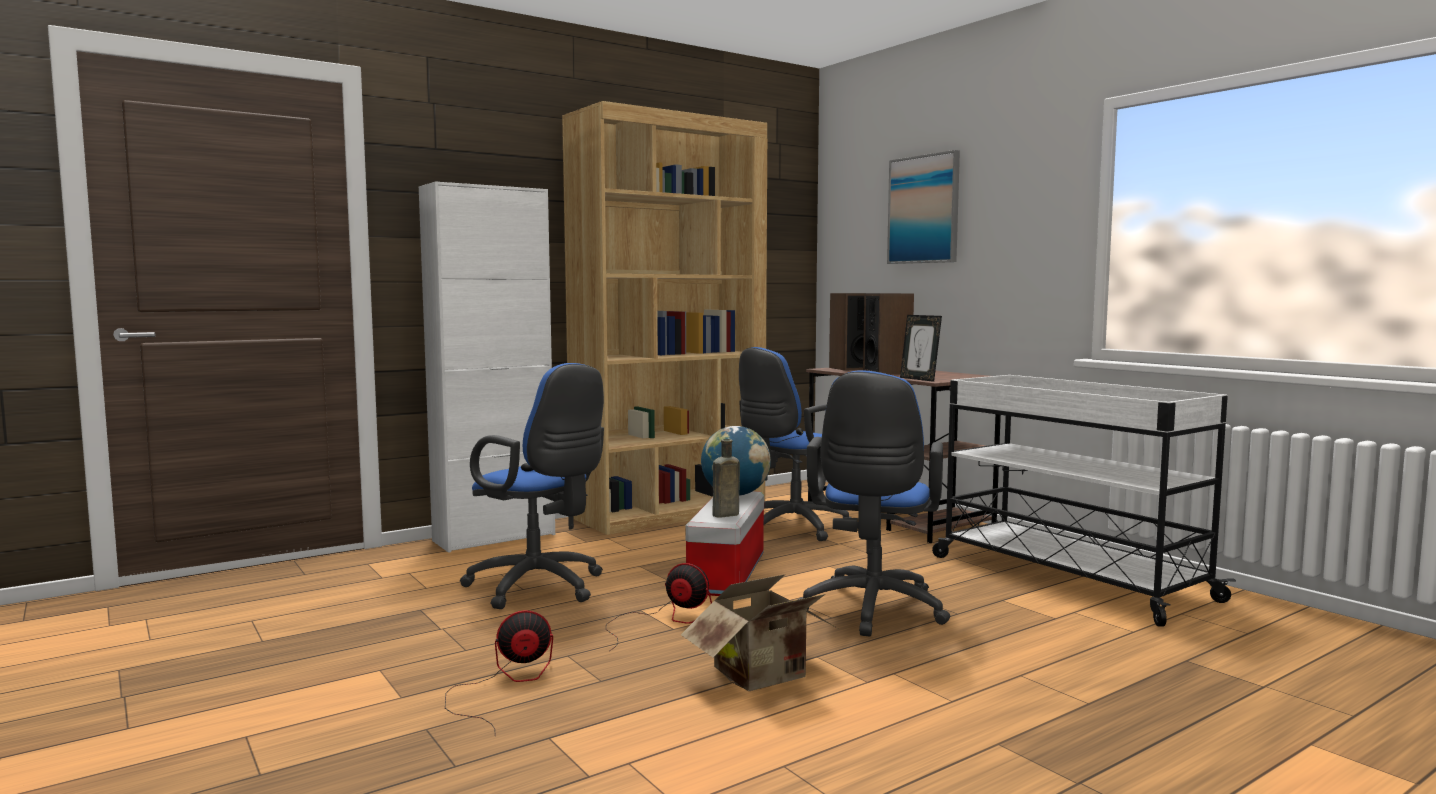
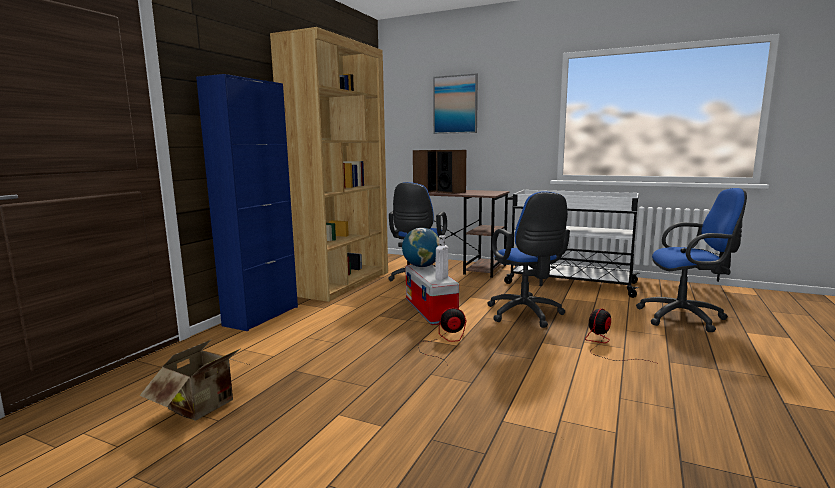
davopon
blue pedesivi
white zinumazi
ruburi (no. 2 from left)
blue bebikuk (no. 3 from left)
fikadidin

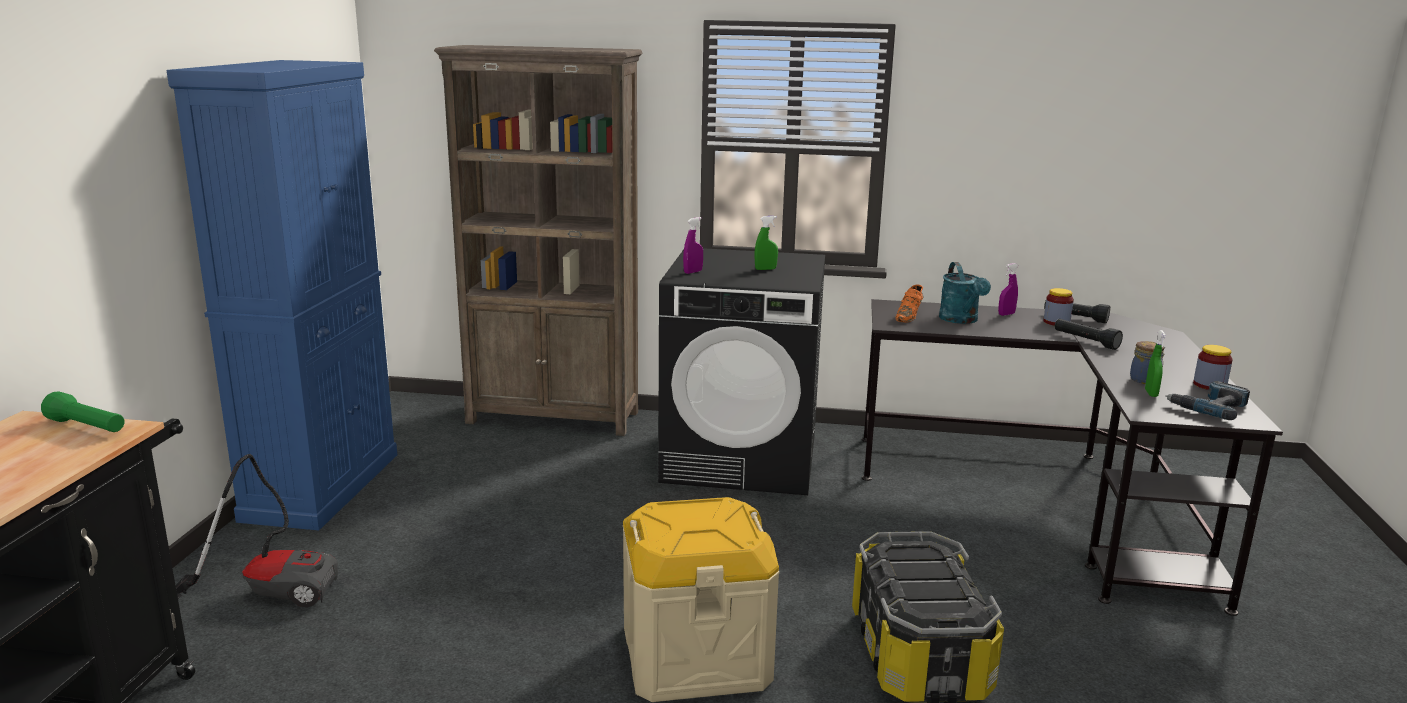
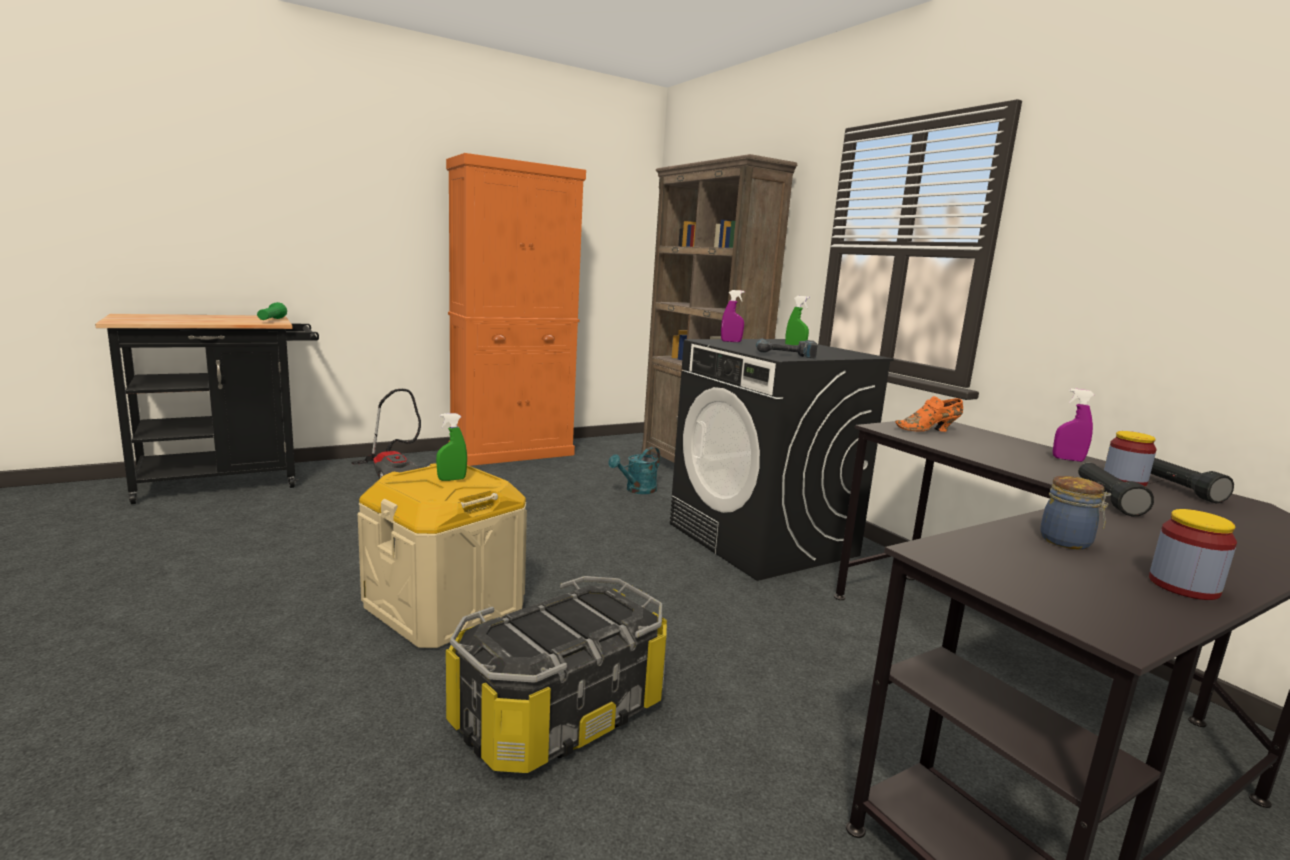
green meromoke (no. 1 from left)
orange pedesivi
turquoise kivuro
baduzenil

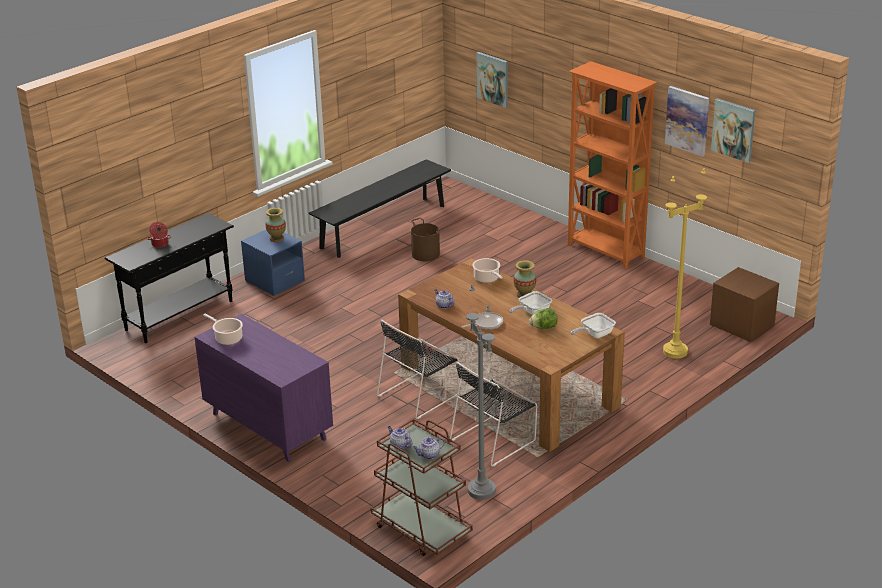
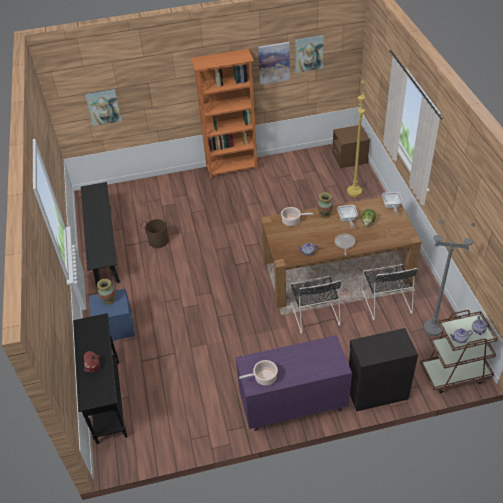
black pedesivi

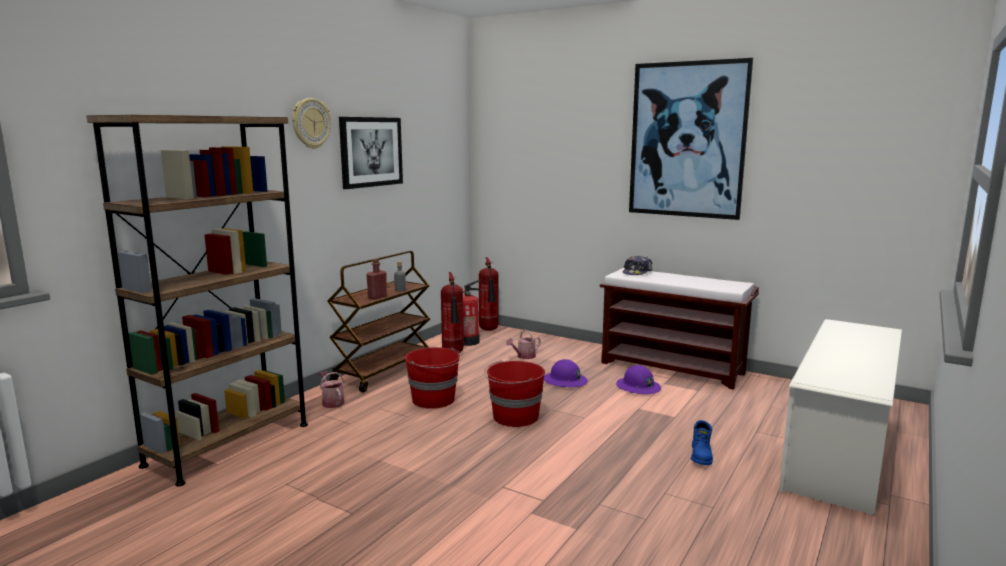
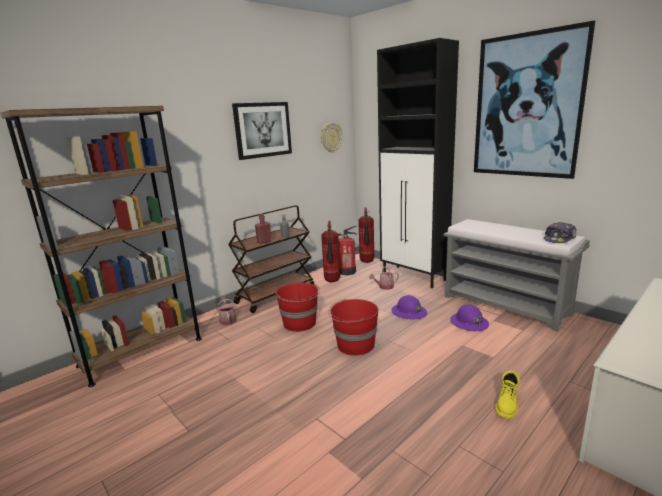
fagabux
black pedesivi
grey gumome
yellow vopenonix
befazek

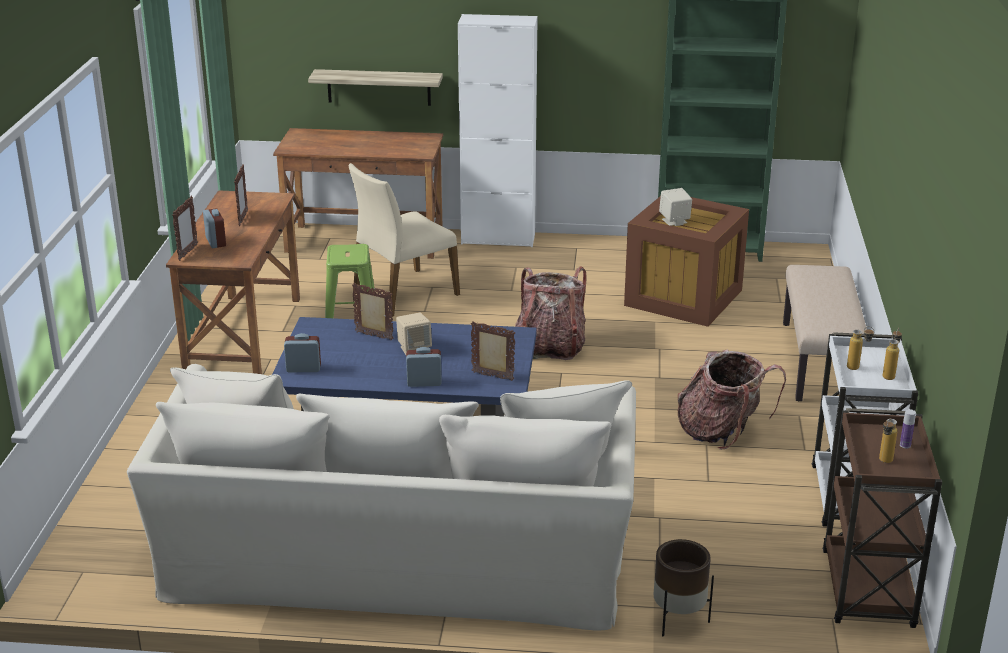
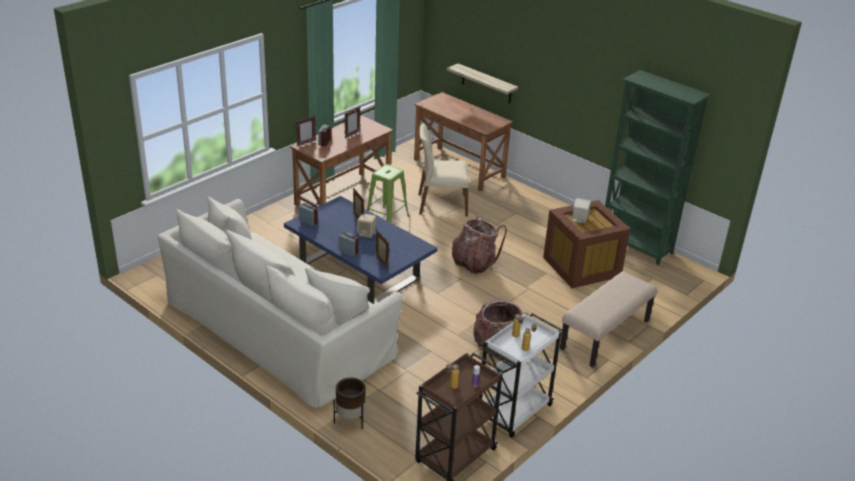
white pedesivi

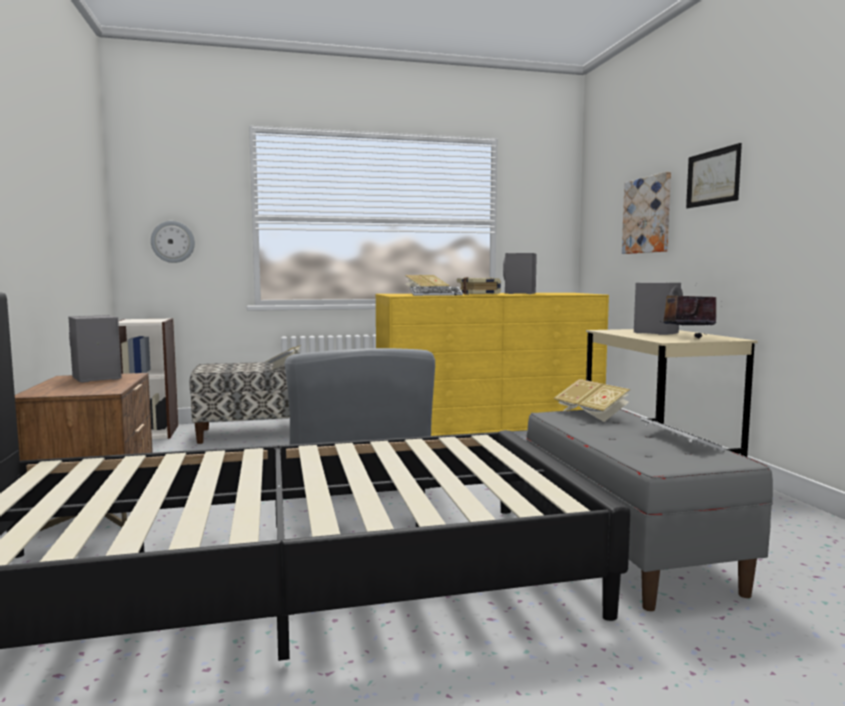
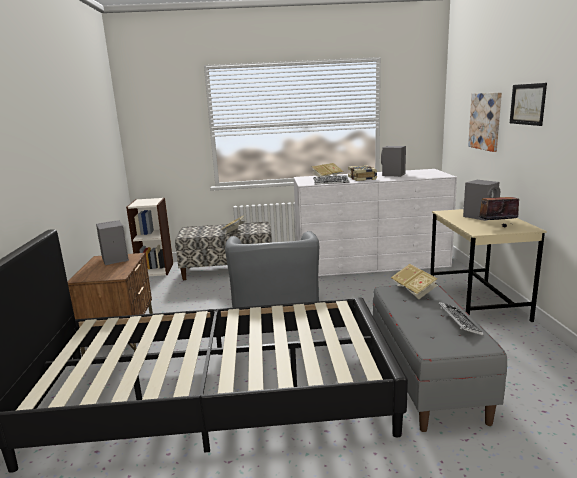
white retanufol
fagabux

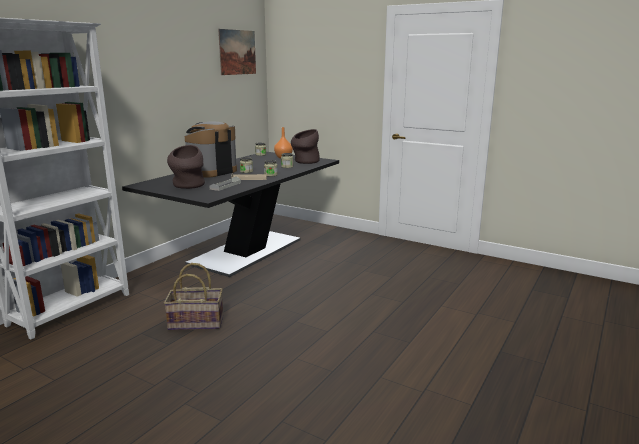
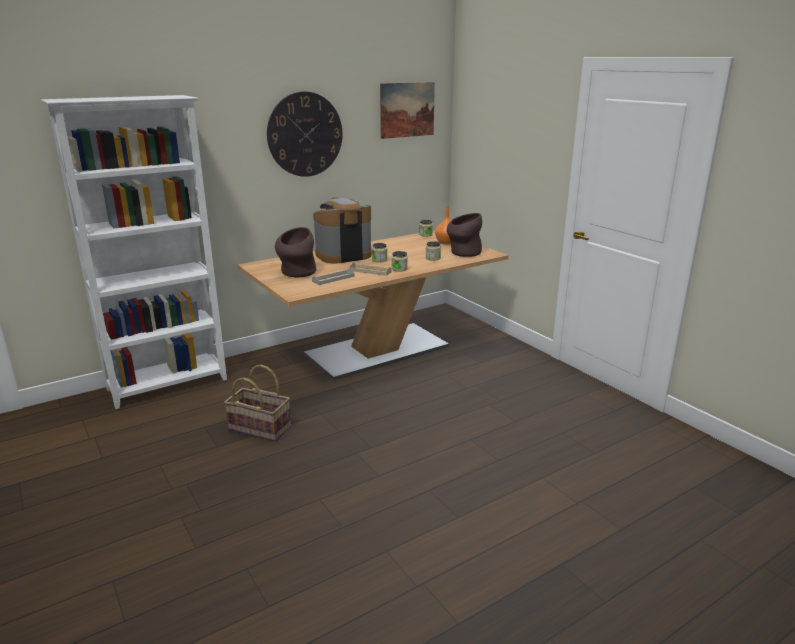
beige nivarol
fagabux

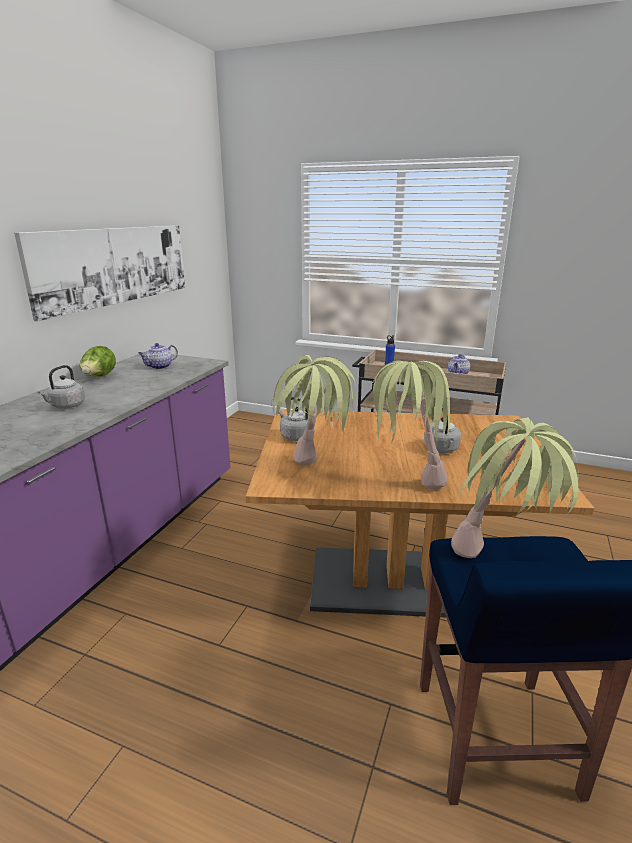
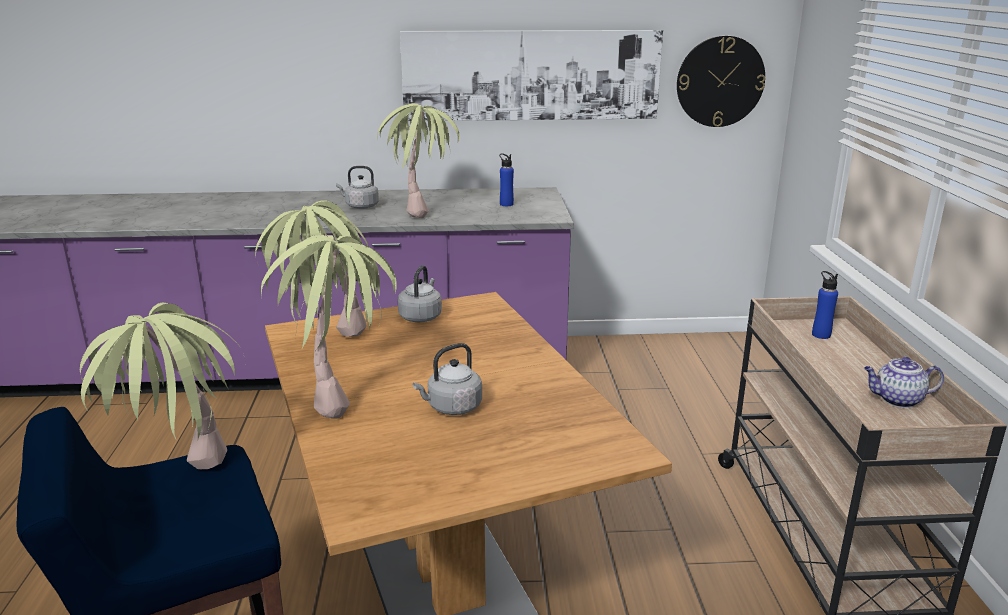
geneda (no. 4 from left)
blue zinumazi (no. 1 from left)
fagabux
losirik

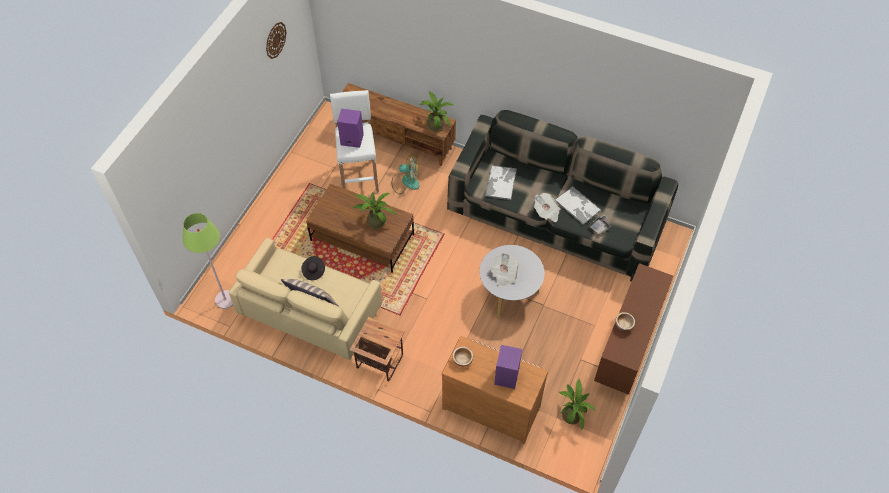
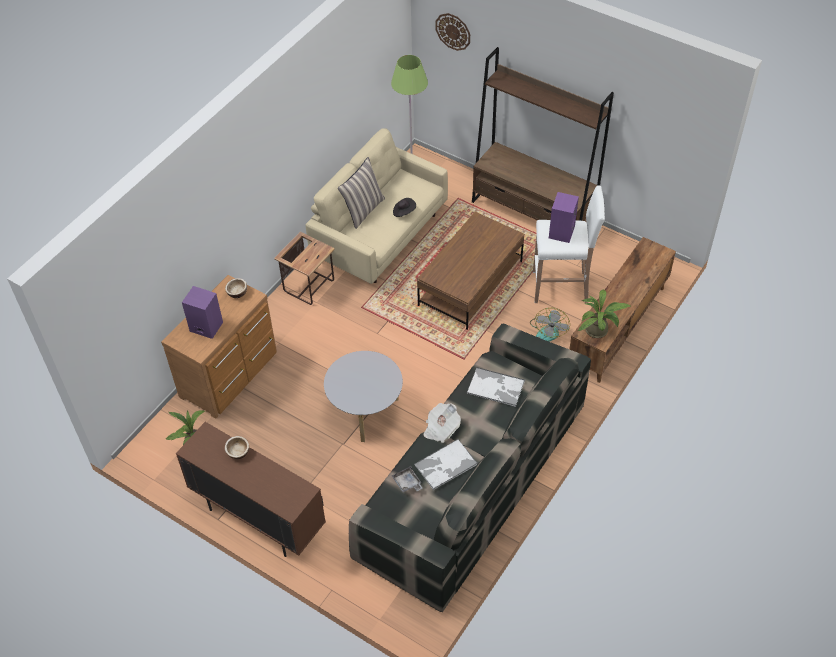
fagabux
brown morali
geneda (no. 1 from left in the first image)
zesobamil (no. 1 from left in the first image)

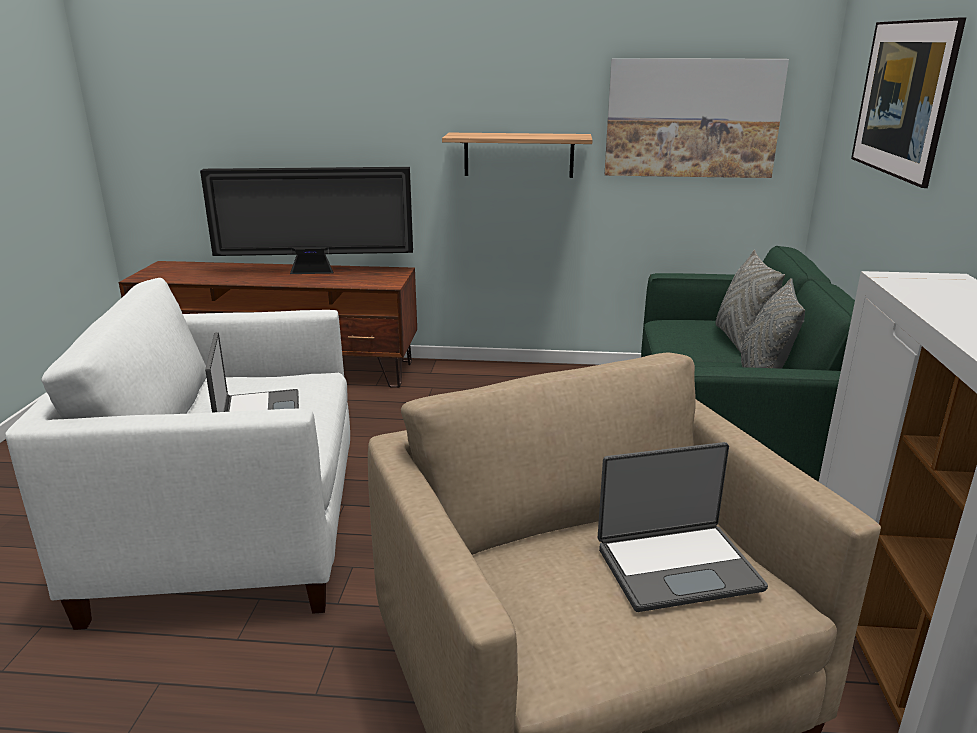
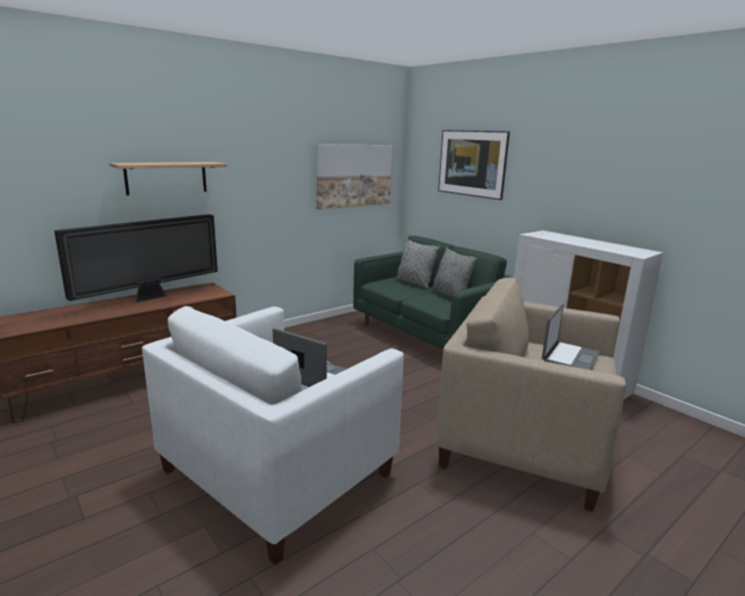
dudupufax

